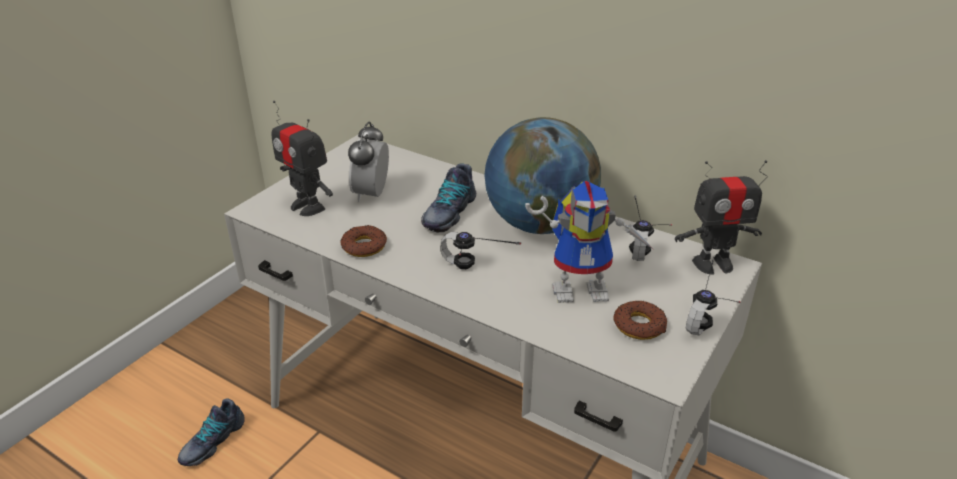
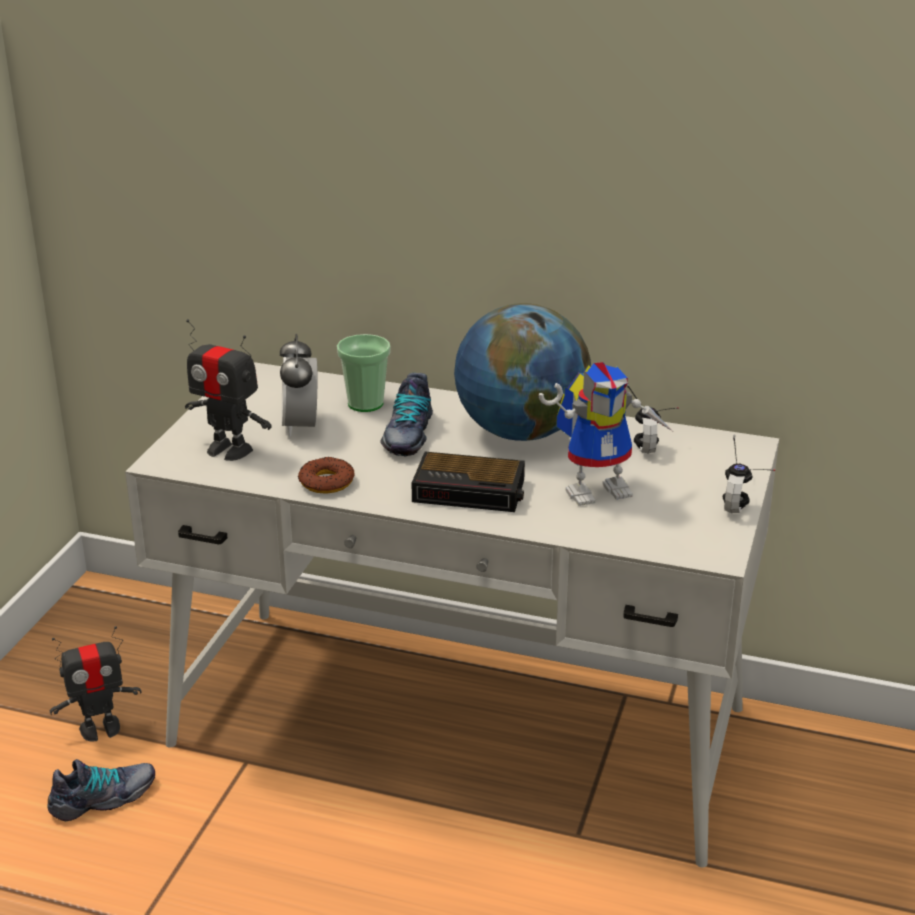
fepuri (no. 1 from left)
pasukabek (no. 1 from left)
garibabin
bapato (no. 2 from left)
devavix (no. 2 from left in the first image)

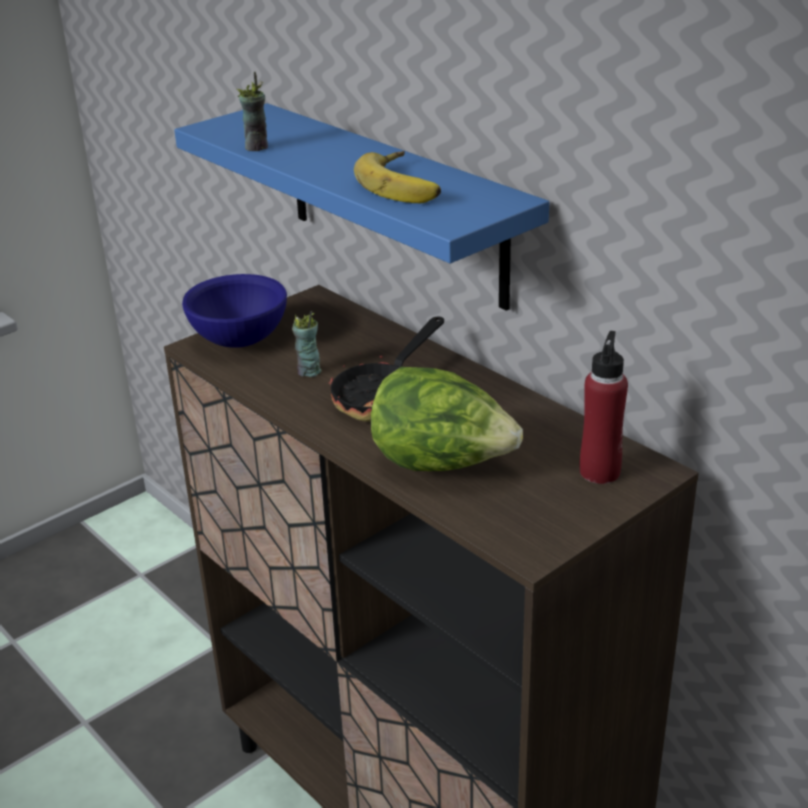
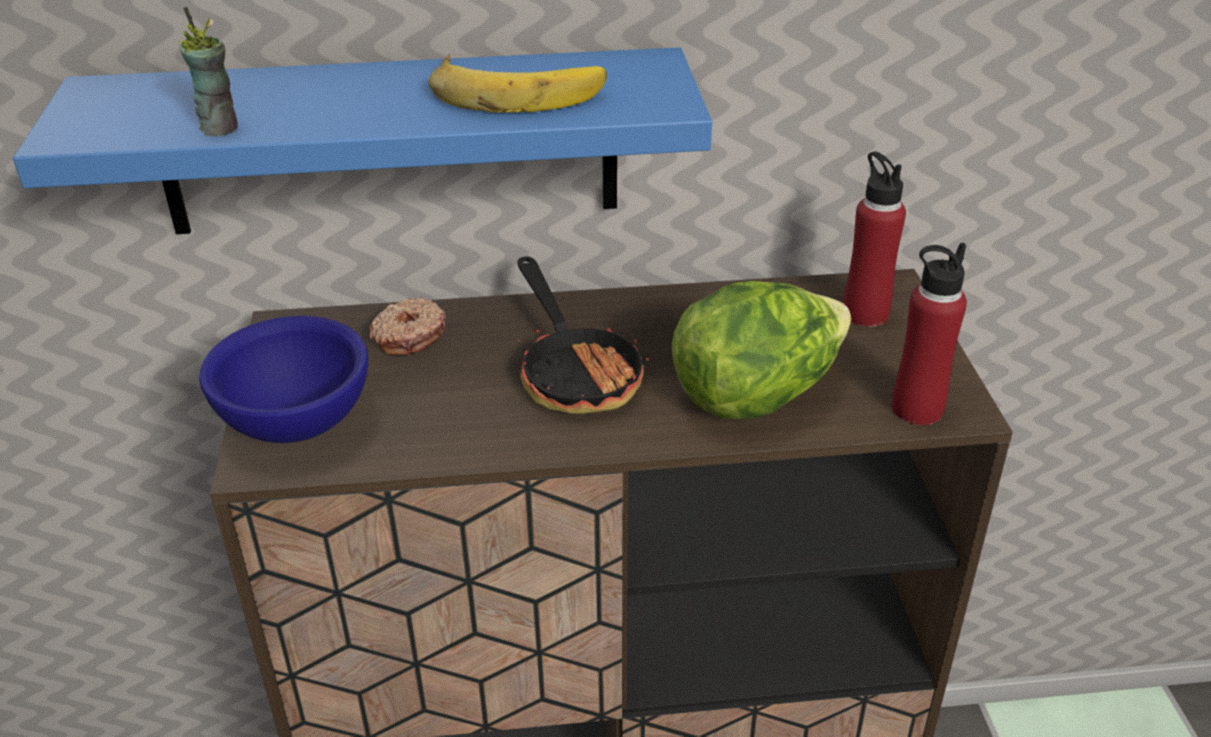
devavix
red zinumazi (no. 2 from left)
garibabin (no. 2 from left in the first image)

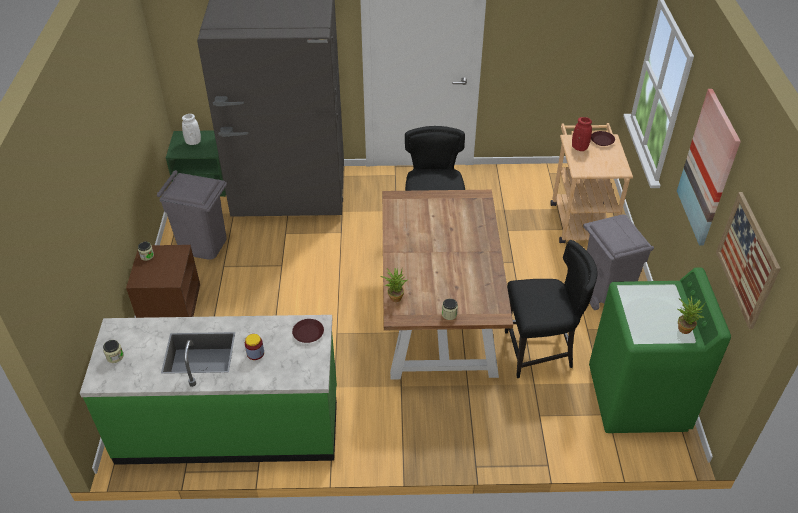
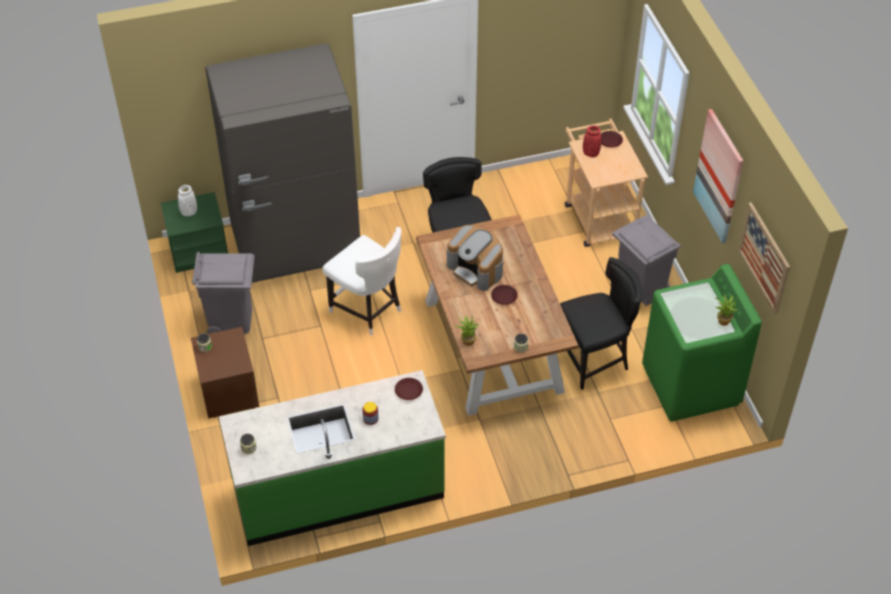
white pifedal
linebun
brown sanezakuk (no. 2 from left)

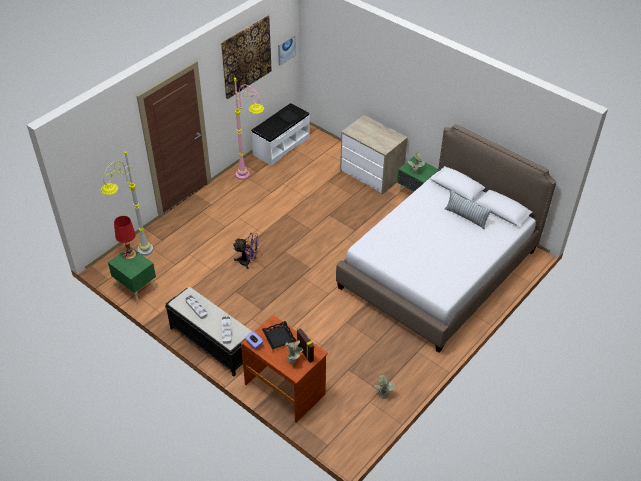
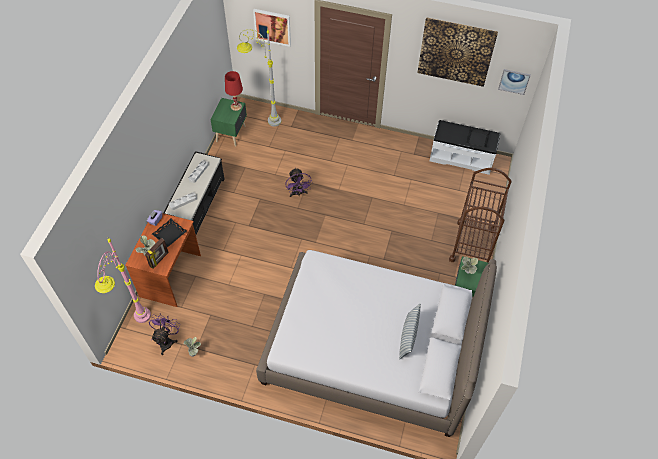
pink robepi
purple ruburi (no. 1 from left)
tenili (no. 1 from left)
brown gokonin

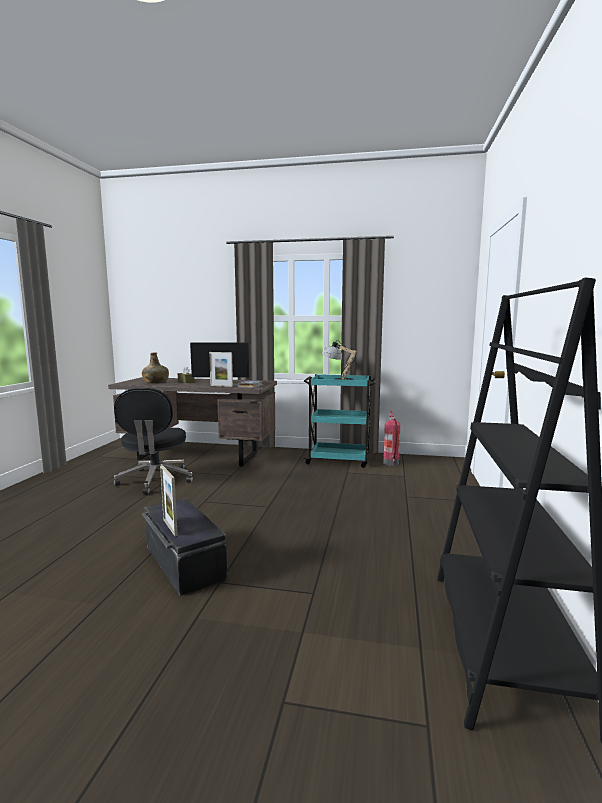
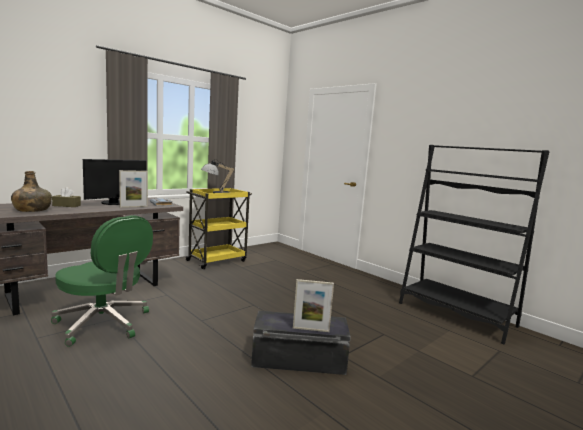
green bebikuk
yellow gokonin
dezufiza

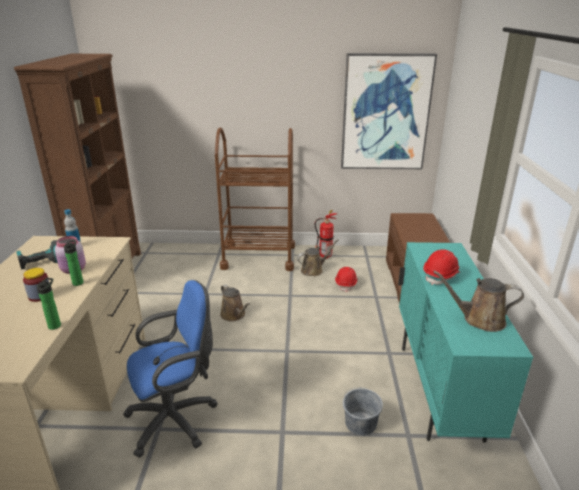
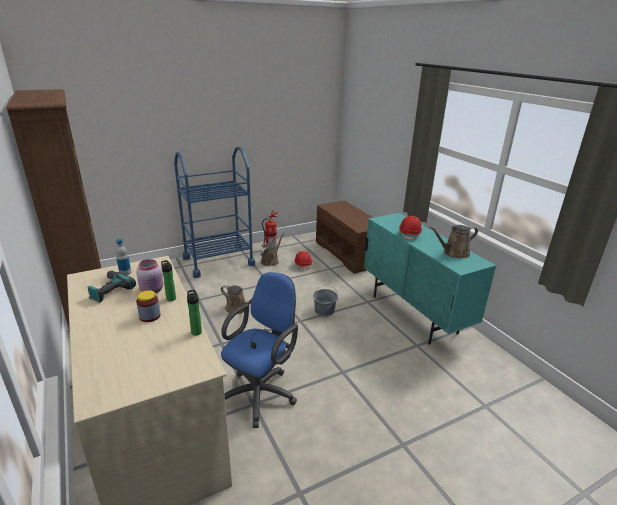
blue gokonin
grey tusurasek
tenili

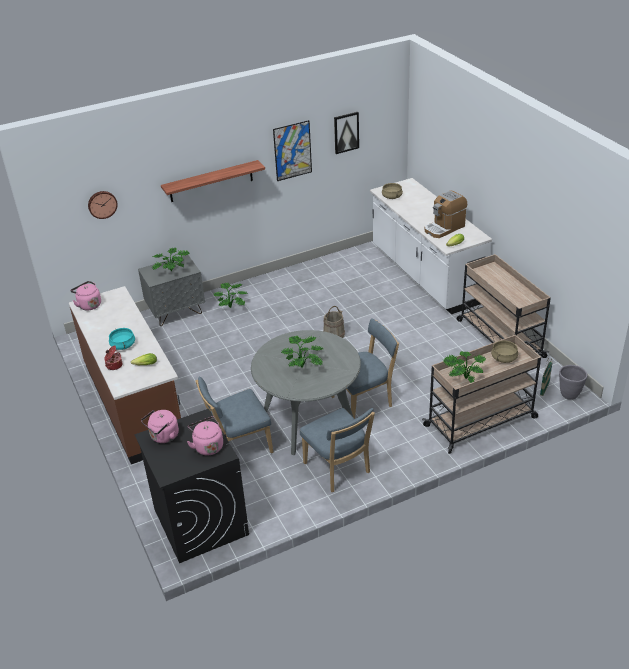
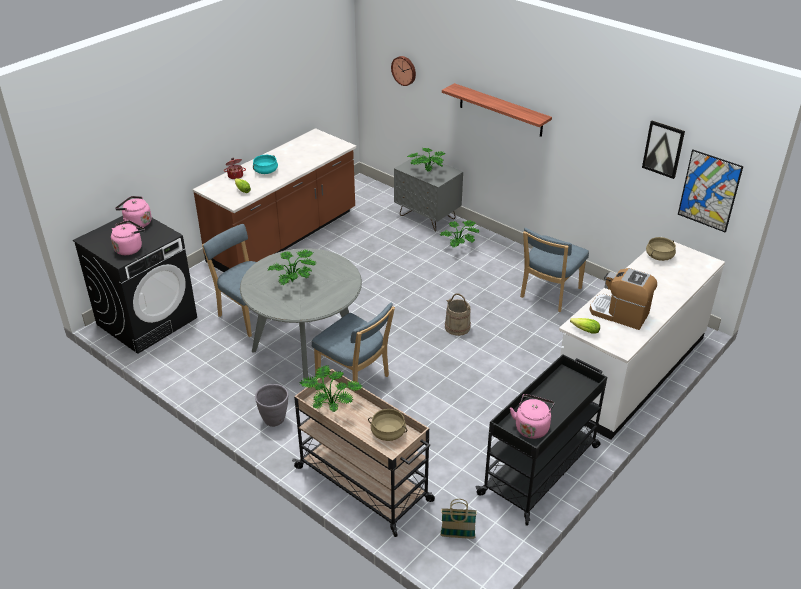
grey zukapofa
black gokonin
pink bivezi (no. 3 from left)
blue pifedal (no. 3 from left)
tenili (no. 2 from left)

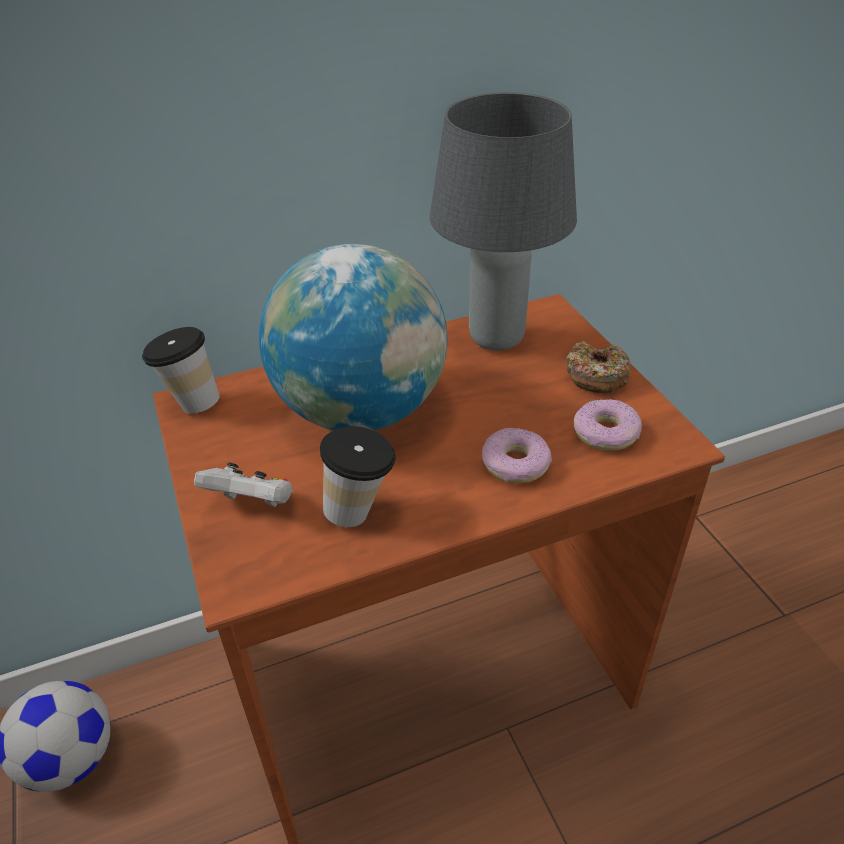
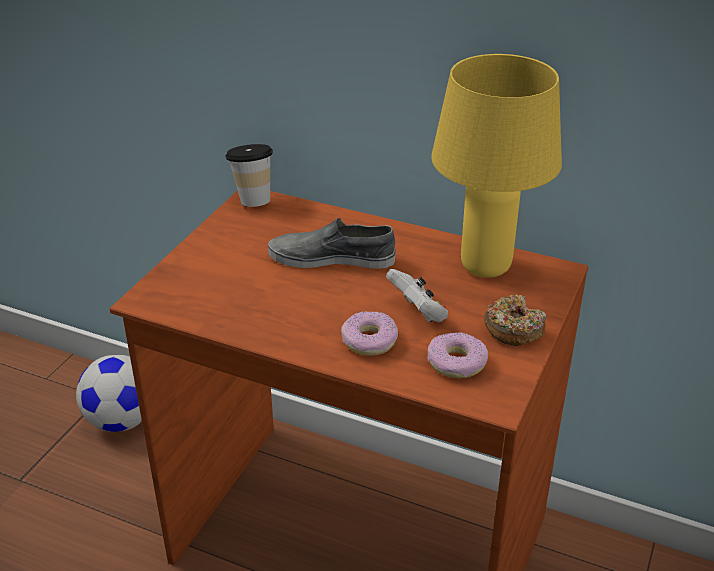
grey fepuri
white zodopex
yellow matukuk
garibabin (no. 2 from left in the first image)

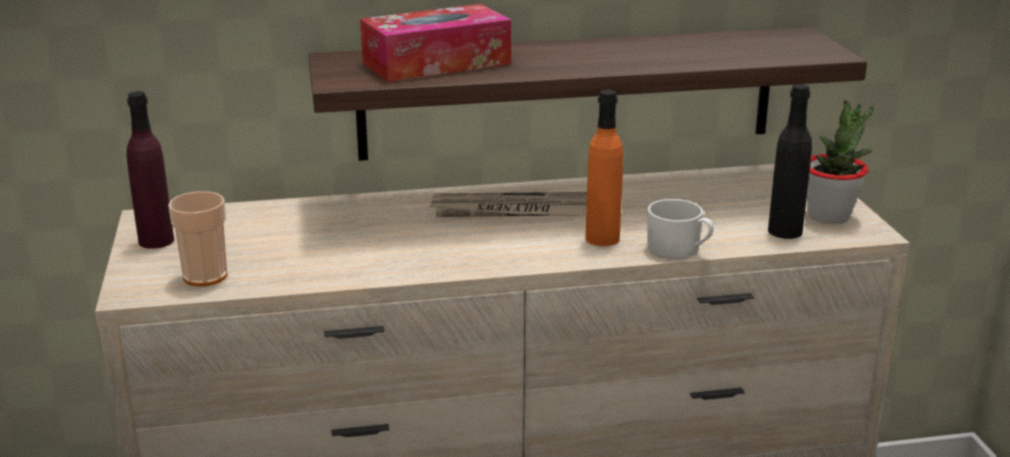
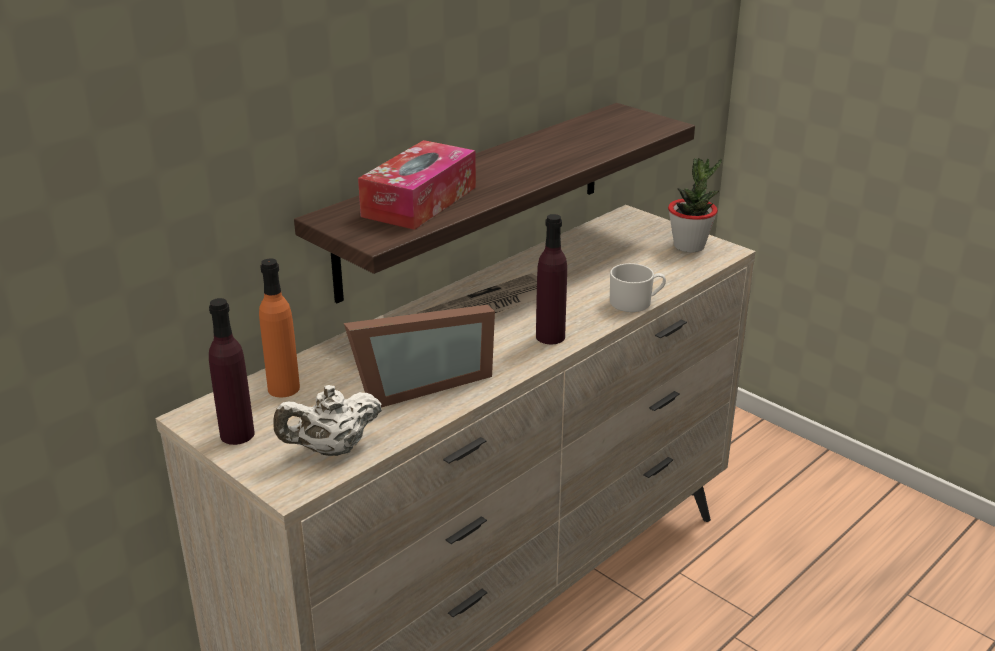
orange zinumazi
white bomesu
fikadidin
purple zinumazi (no. 2 from left)
black zinumazi

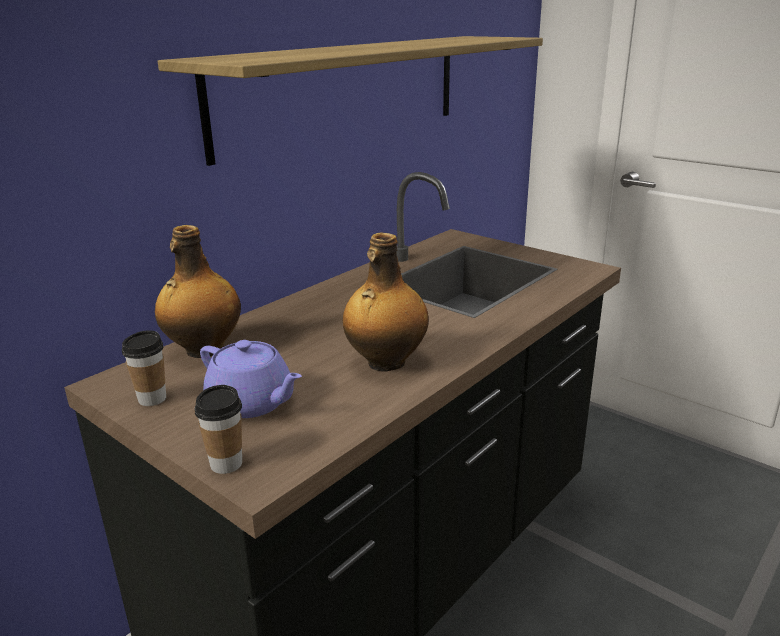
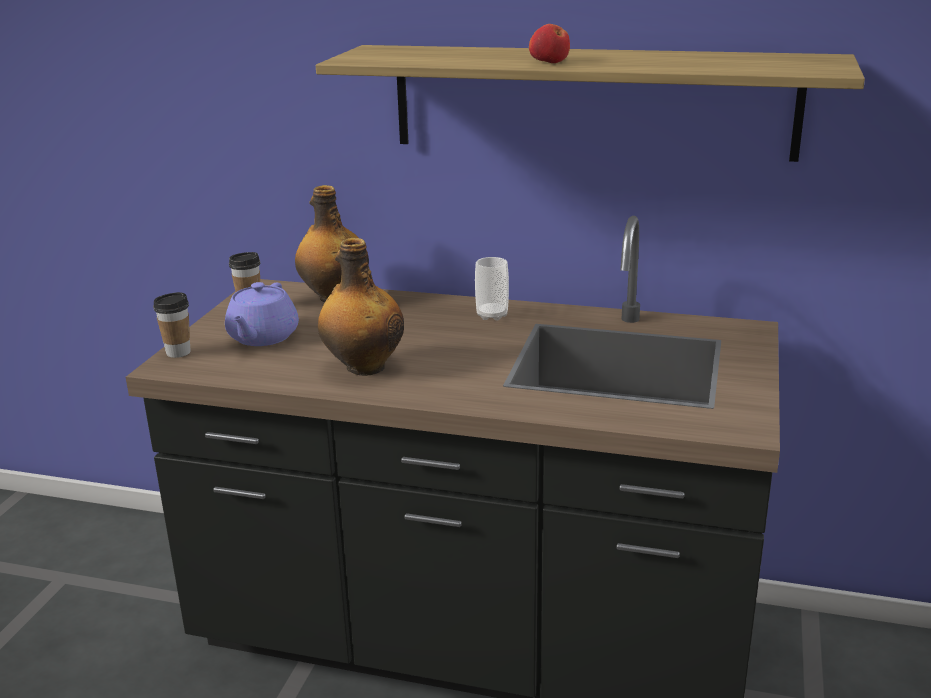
garibabin (no. 3 from left)
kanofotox

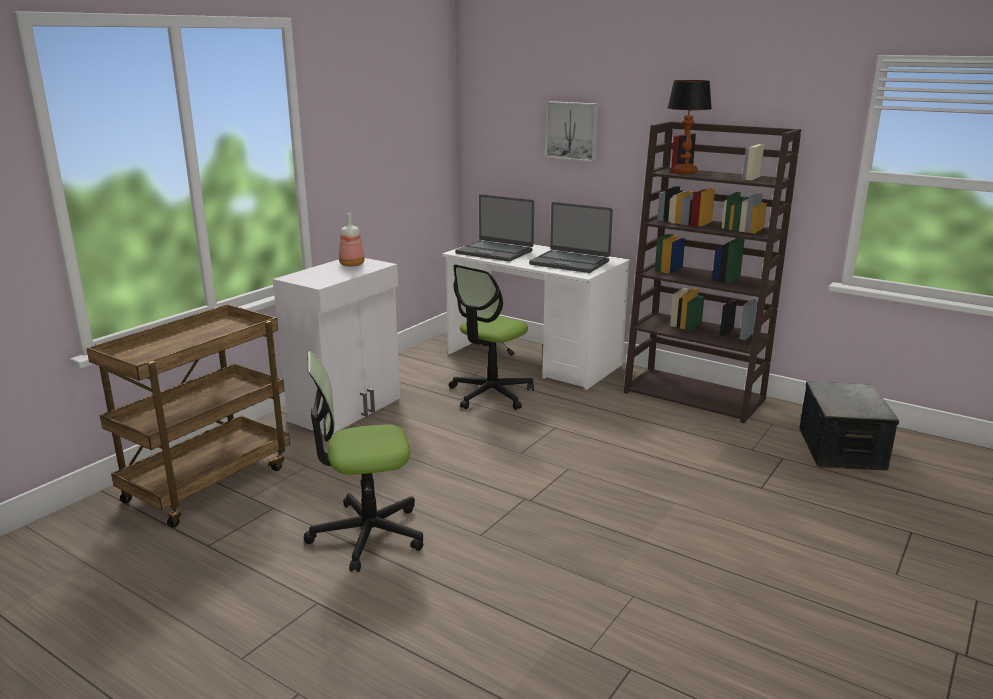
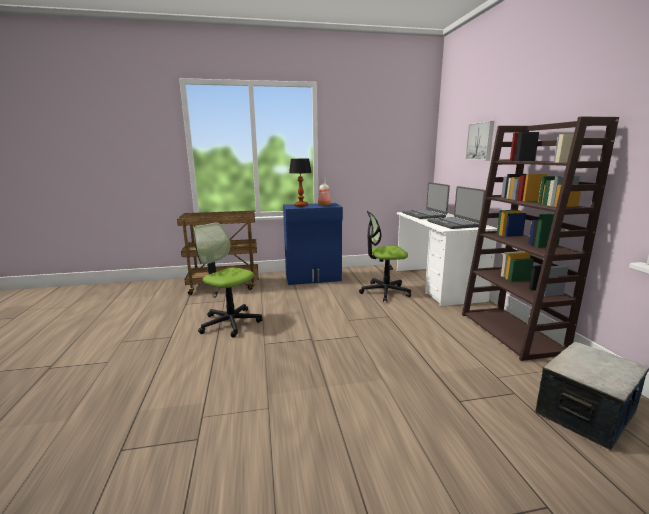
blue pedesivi
matukuk

